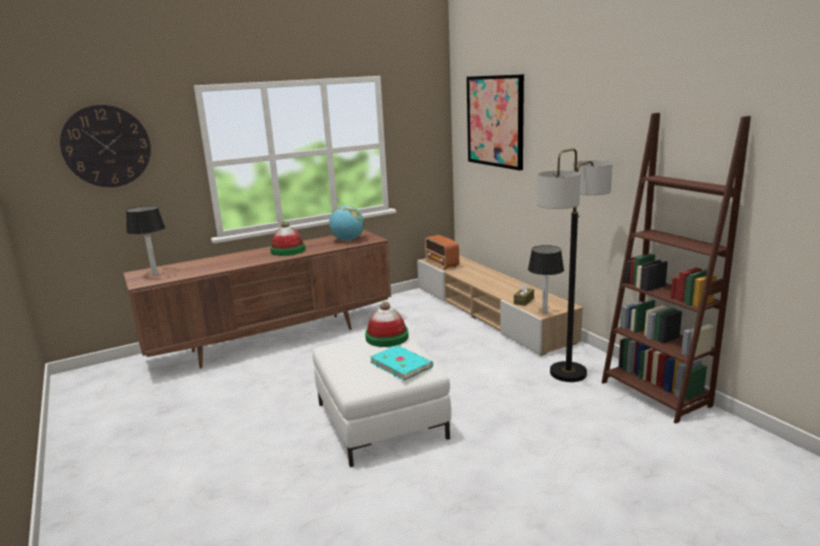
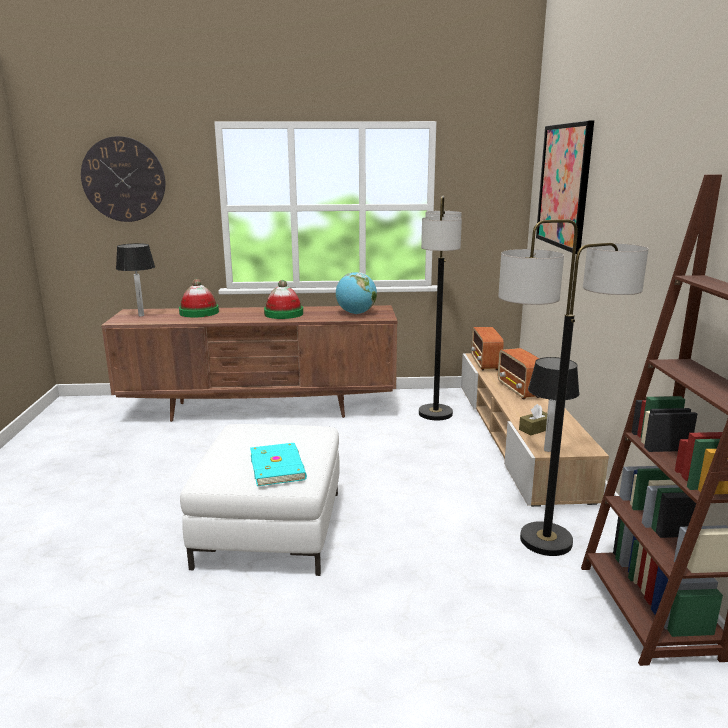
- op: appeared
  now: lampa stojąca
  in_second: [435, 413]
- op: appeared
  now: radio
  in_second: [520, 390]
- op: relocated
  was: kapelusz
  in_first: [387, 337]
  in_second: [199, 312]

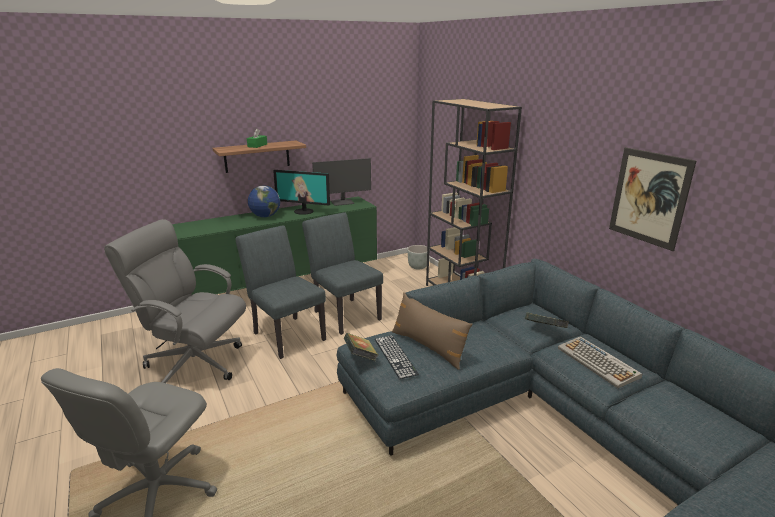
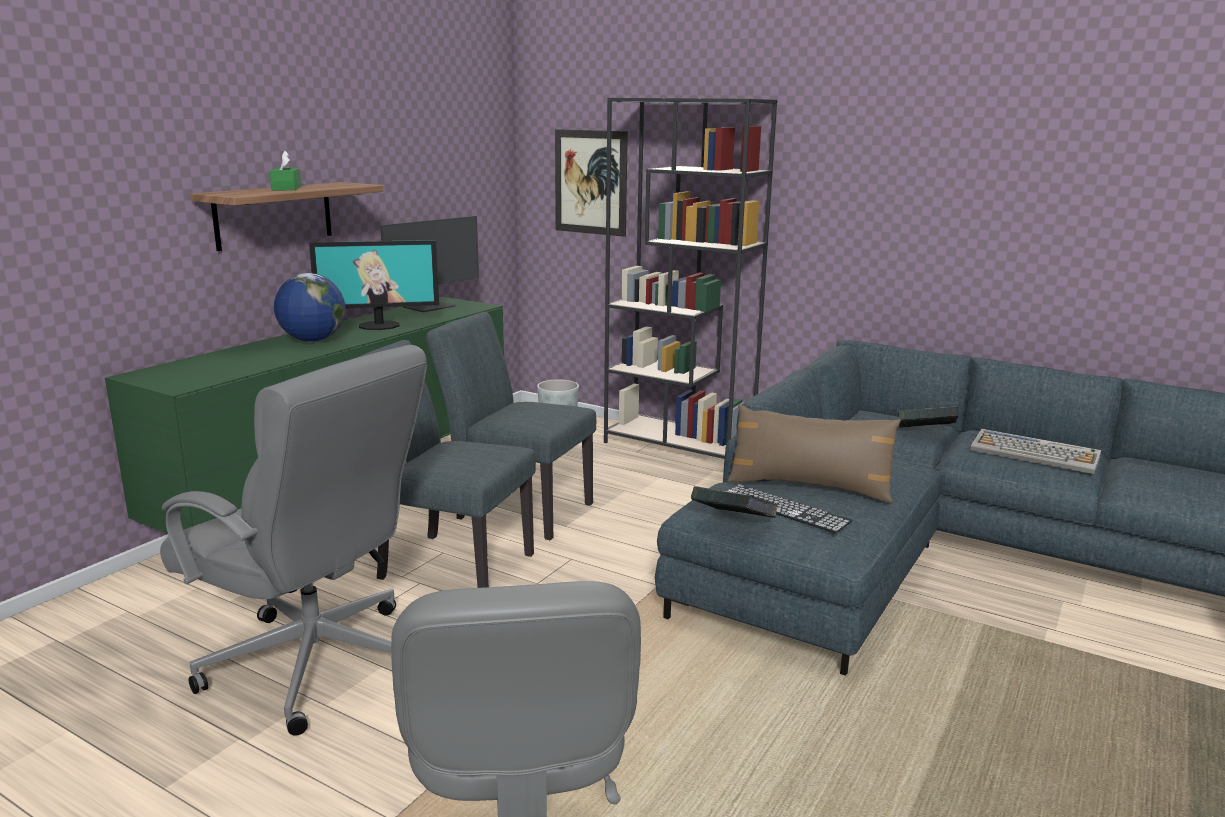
- op: relocated
  was: obraz
  in_first: [649, 197]
  in_second: [590, 182]
- op: spun
  was: krzesło biurowe [szary]
  in_first: [195, 365]
  in_second: [315, 661]
  clockwise: -135

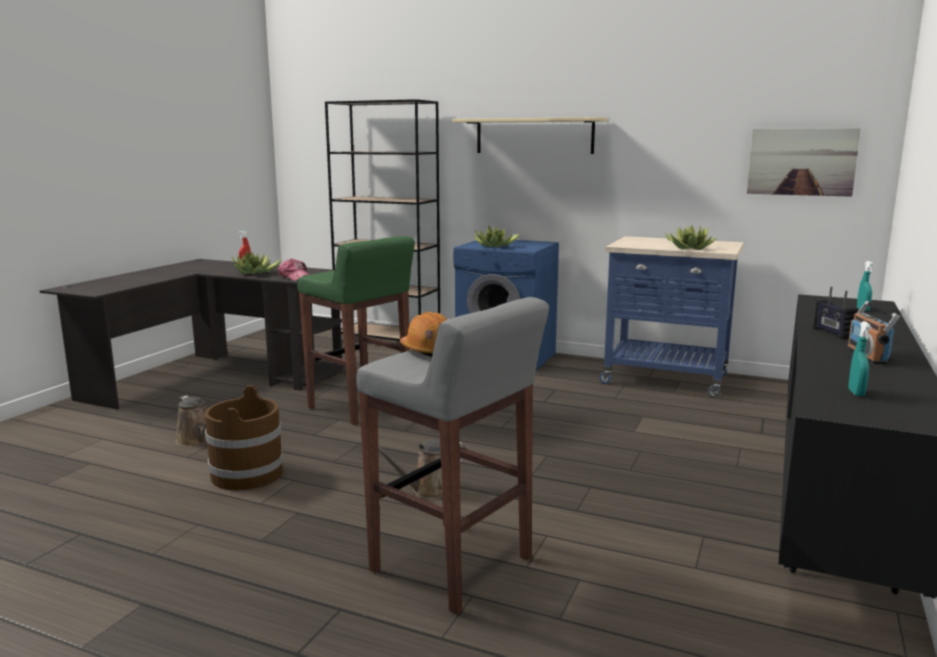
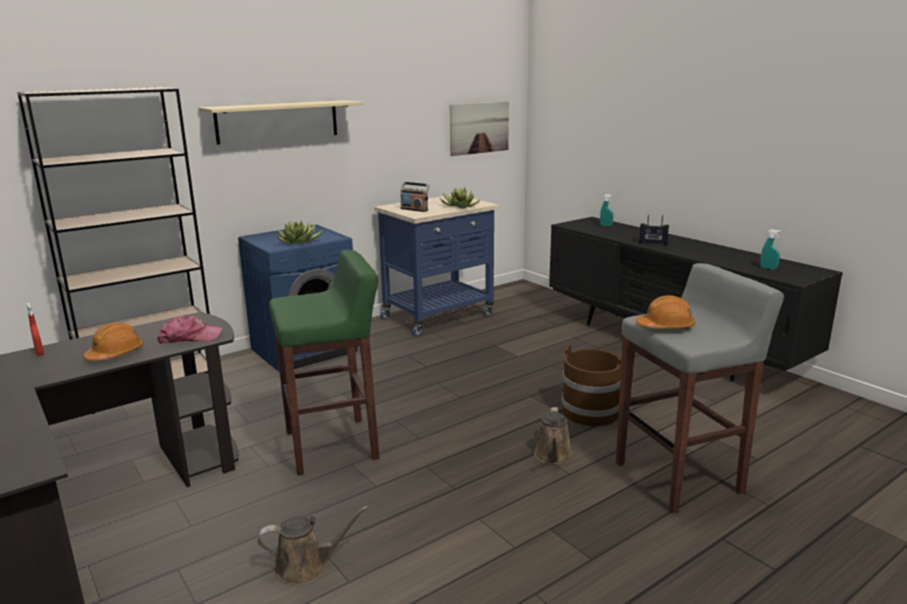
- op: relocated
  was: wiadro [brązowy]
  in_first: [247, 474]
  in_second: [591, 411]
- op: relocated
  was: radio
  in_first: [867, 356]
  in_second: [414, 209]
- op: exchanged
  was: roślina doniczkowa
  now: kask [pomarańczowy]
  in_first: [255, 273]
  in_second: [115, 354]

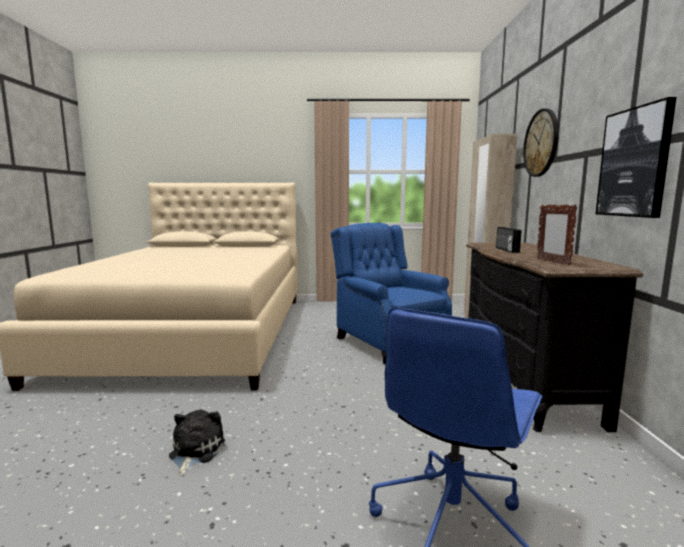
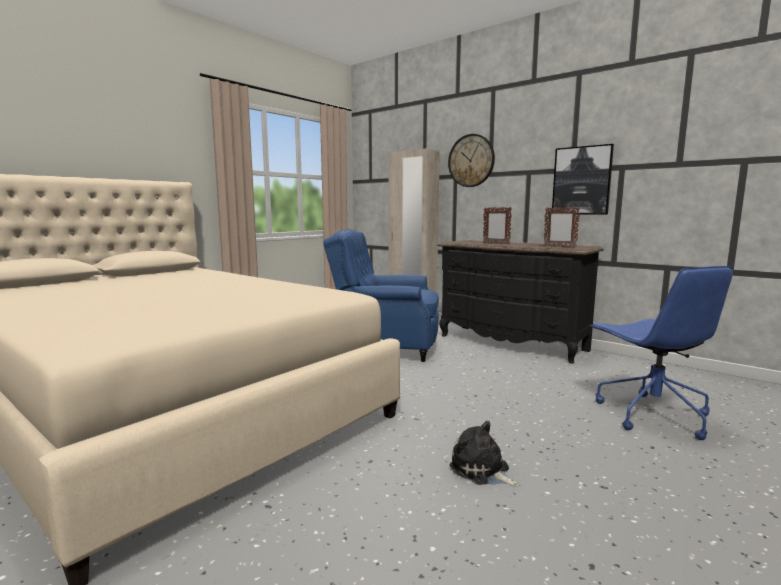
- op: exchanged
  was: radio
  now: ramka na zdjęcie
  in_first: [506, 250]
  in_second: [496, 244]

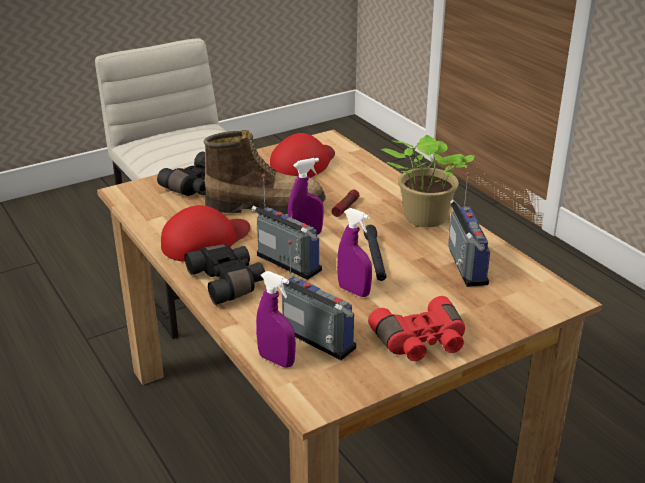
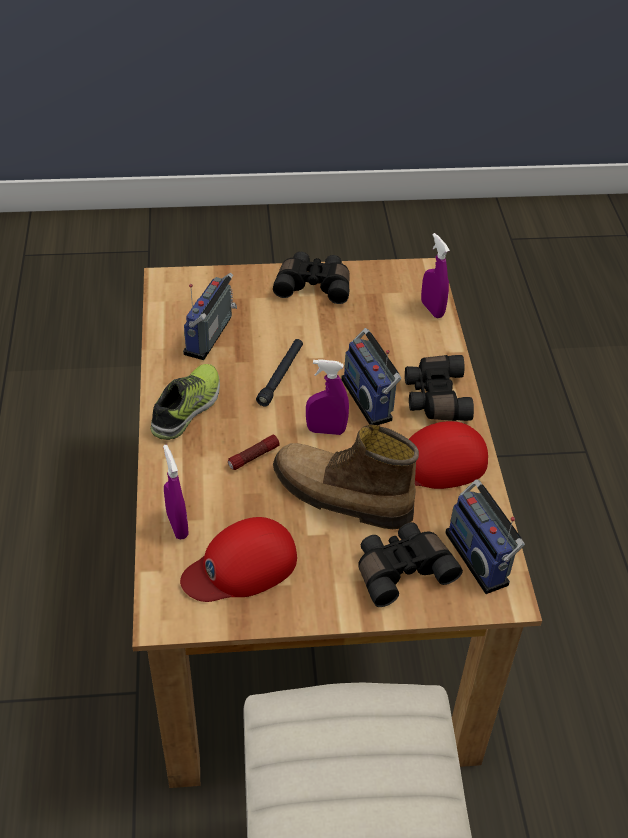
- op: relocated
  was: radio
  in_first: [315, 341]
  in_second: [480, 557]
- op: relocated
  was: spryskiwacz [fioletowy]
  in_first: [354, 291]
  in_second: [177, 525]
- op: exchanged
  was: roślina doniczkowa
  now: but
  in_first: [423, 219]
  in_second: [188, 408]
- op: colour
  was: lornetka [czerwony]
  now: lornetka [czarny]
  in_first: [421, 343]
  in_second: [314, 285]

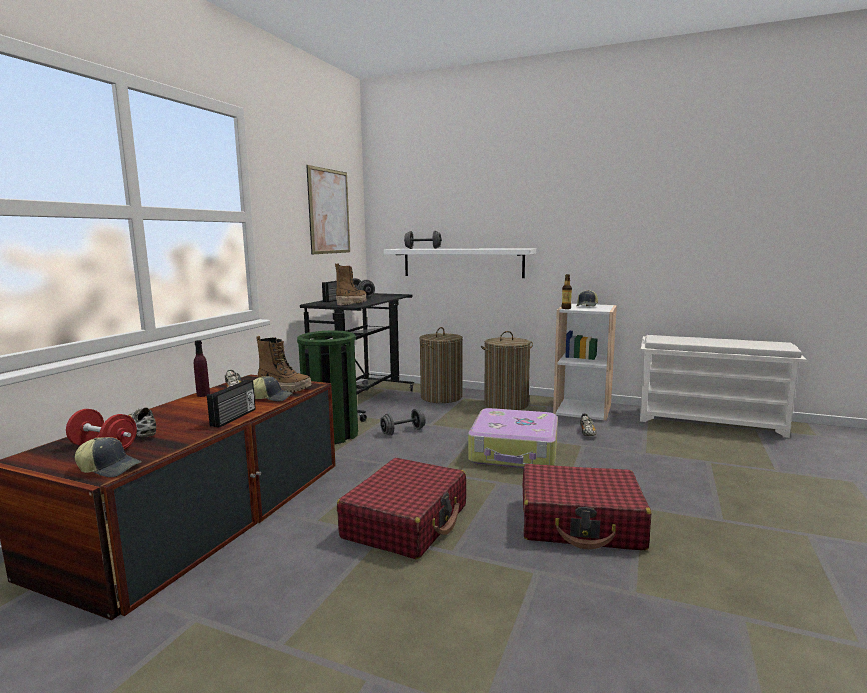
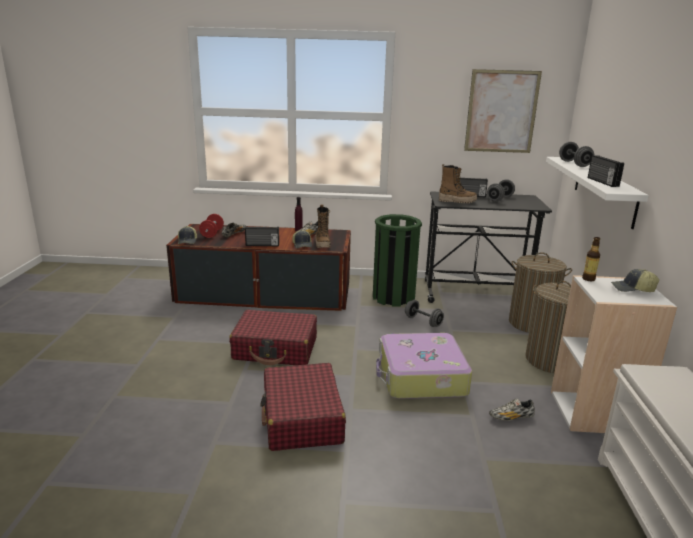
- op: appeared
  now: radio
  in_second: [602, 182]

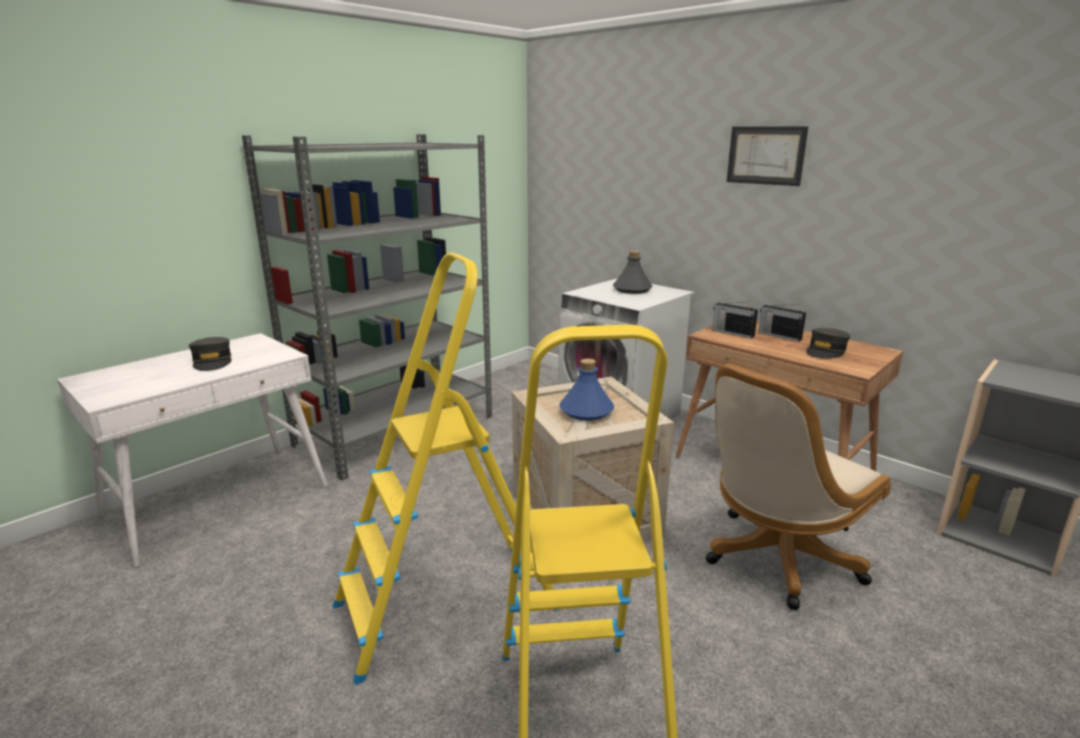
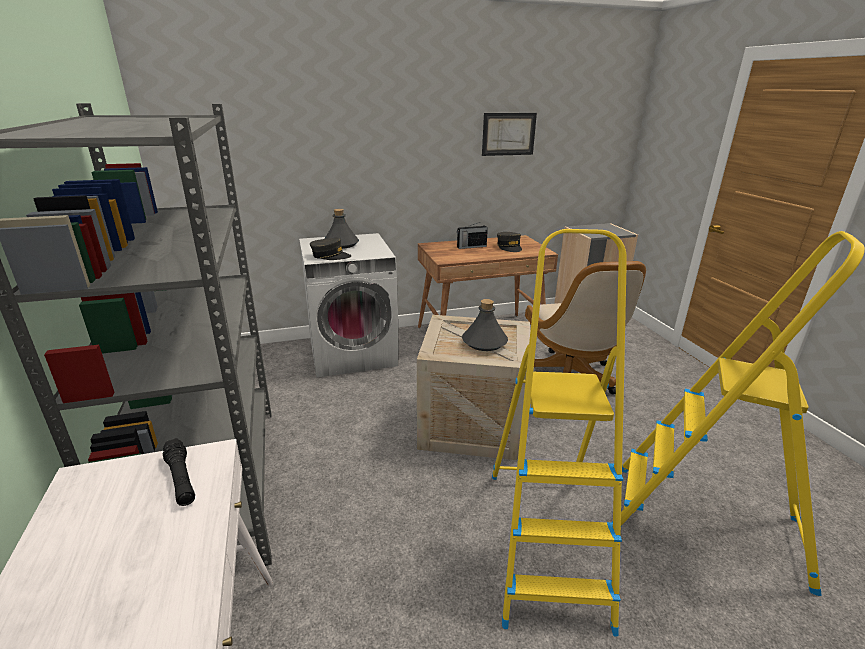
- op: missing
  was: radio
  in_first: [732, 333]
- op: appeared
  now: latarka [czarny]
  in_second: [181, 478]
- op: relocated
  was: czapka z daszkiem [szary]
  in_first: [212, 362]
  in_second: [330, 256]
- op: relocated
  was: obraz
  in_first: [765, 155]
  in_second: [508, 134]
- op: colour
  was: butelka [niebieski]
  now: butelka [szary]
  in_first: [586, 411]
  in_second: [484, 342]

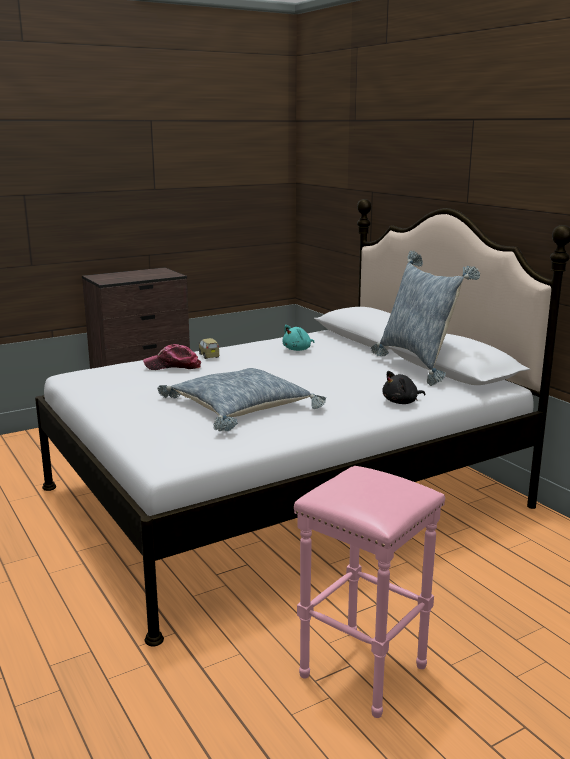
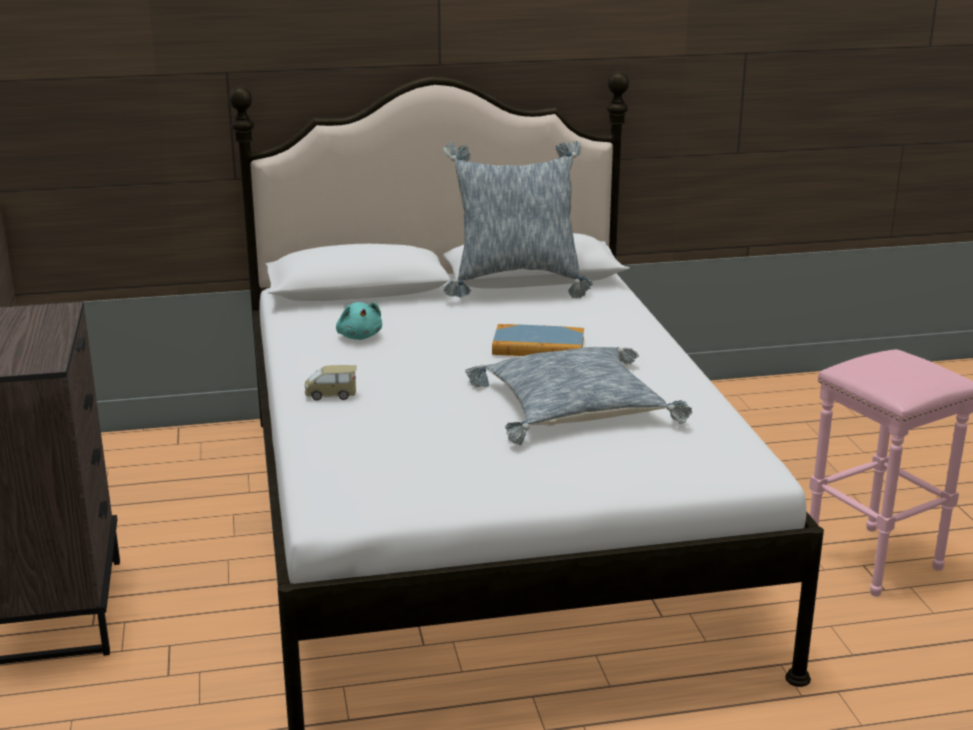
- op: missing
  was: czapka z daszkiem
  in_first: [173, 366]
- op: missing
  was: pluszak [czarny]
  in_first: [402, 402]
- op: appeared
  now: książka
  in_second: [538, 346]

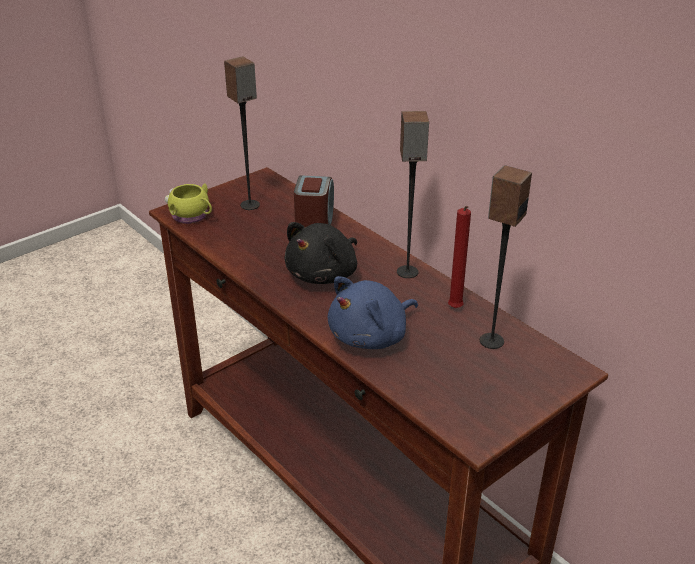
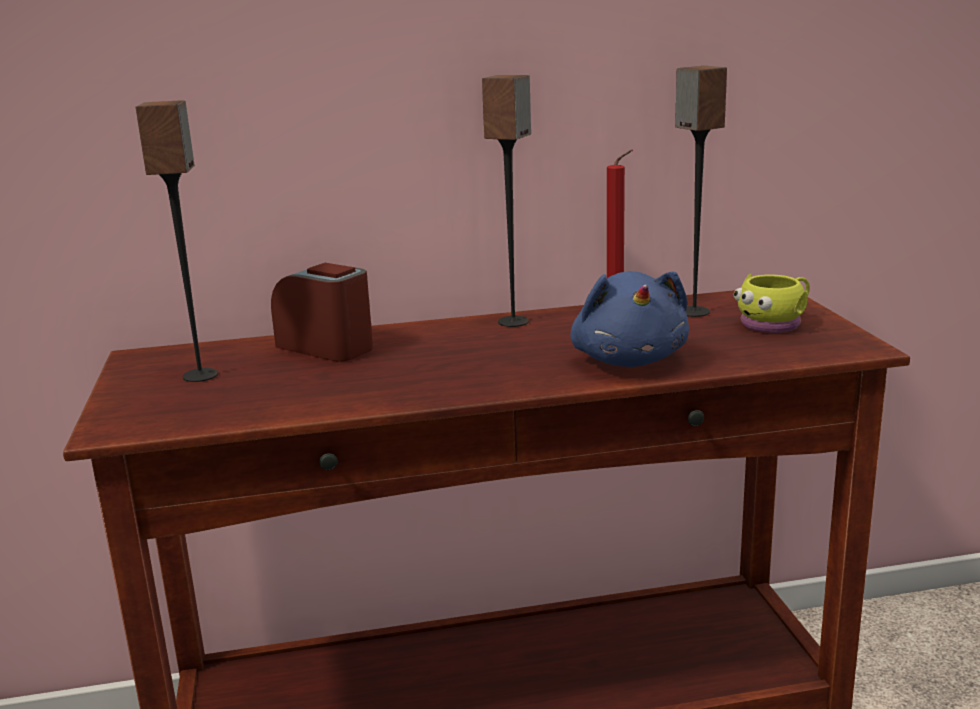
- op: missing
  was: pluszak [czarny]
  in_first: [324, 274]
- op: relocated
  was: kubek [żółty]
  in_first: [192, 216]
  in_second: [774, 323]

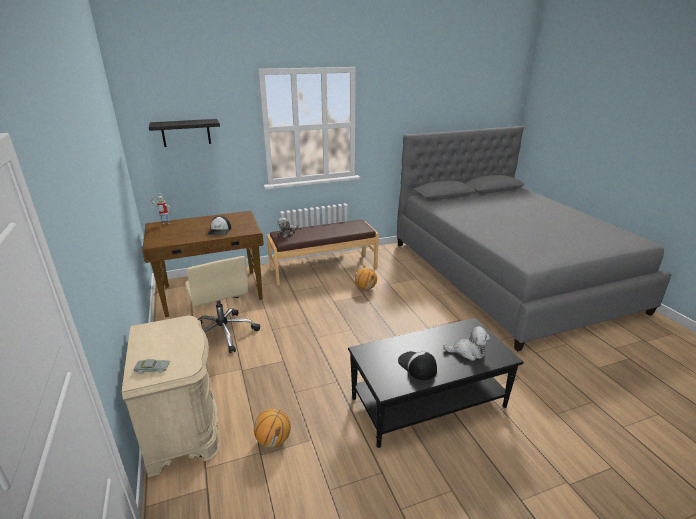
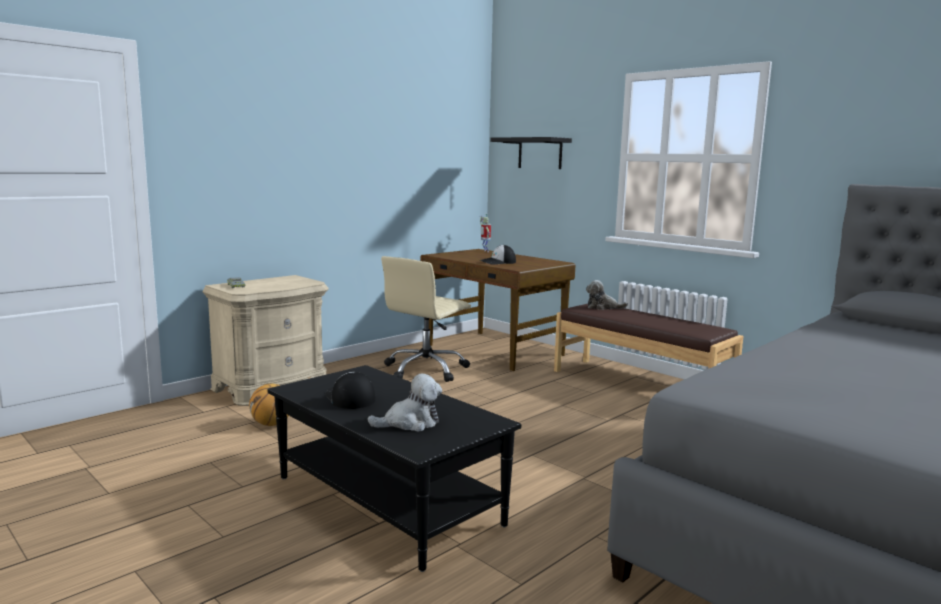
- op: missing
  was: piłka do koszykówki
  in_first: [365, 288]
- op: spun
  was: czapka z daszkiem
  in_first: [417, 366]
  in_second: [349, 398]
  clockwise: -60
- op: spun
  was: pluszak
  in_first: [468, 352]
  in_second: [410, 423]
  clockwise: -90

